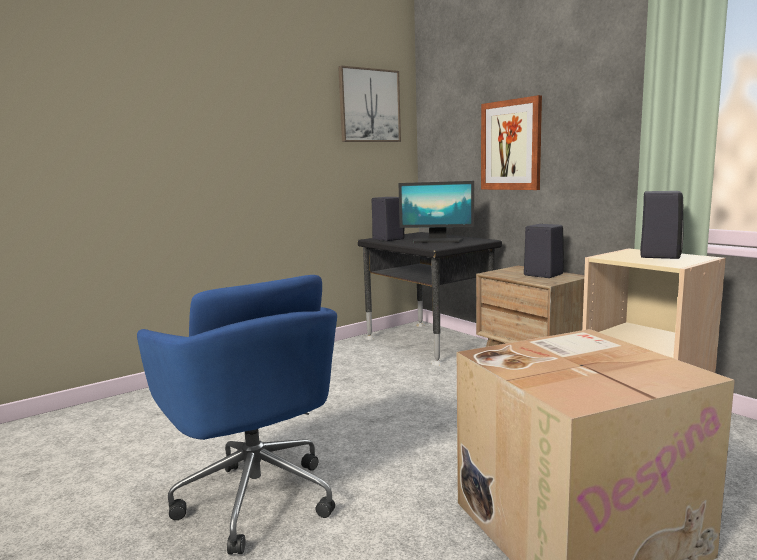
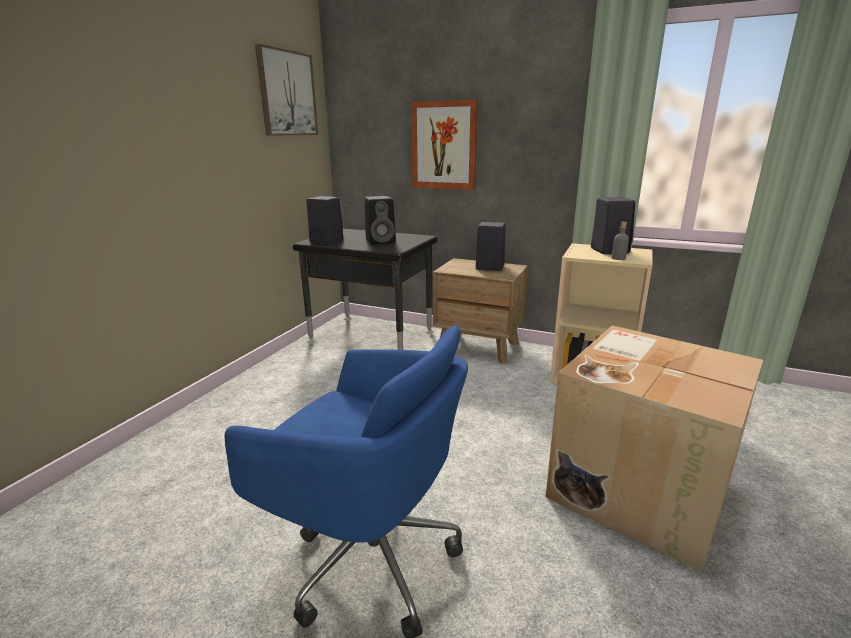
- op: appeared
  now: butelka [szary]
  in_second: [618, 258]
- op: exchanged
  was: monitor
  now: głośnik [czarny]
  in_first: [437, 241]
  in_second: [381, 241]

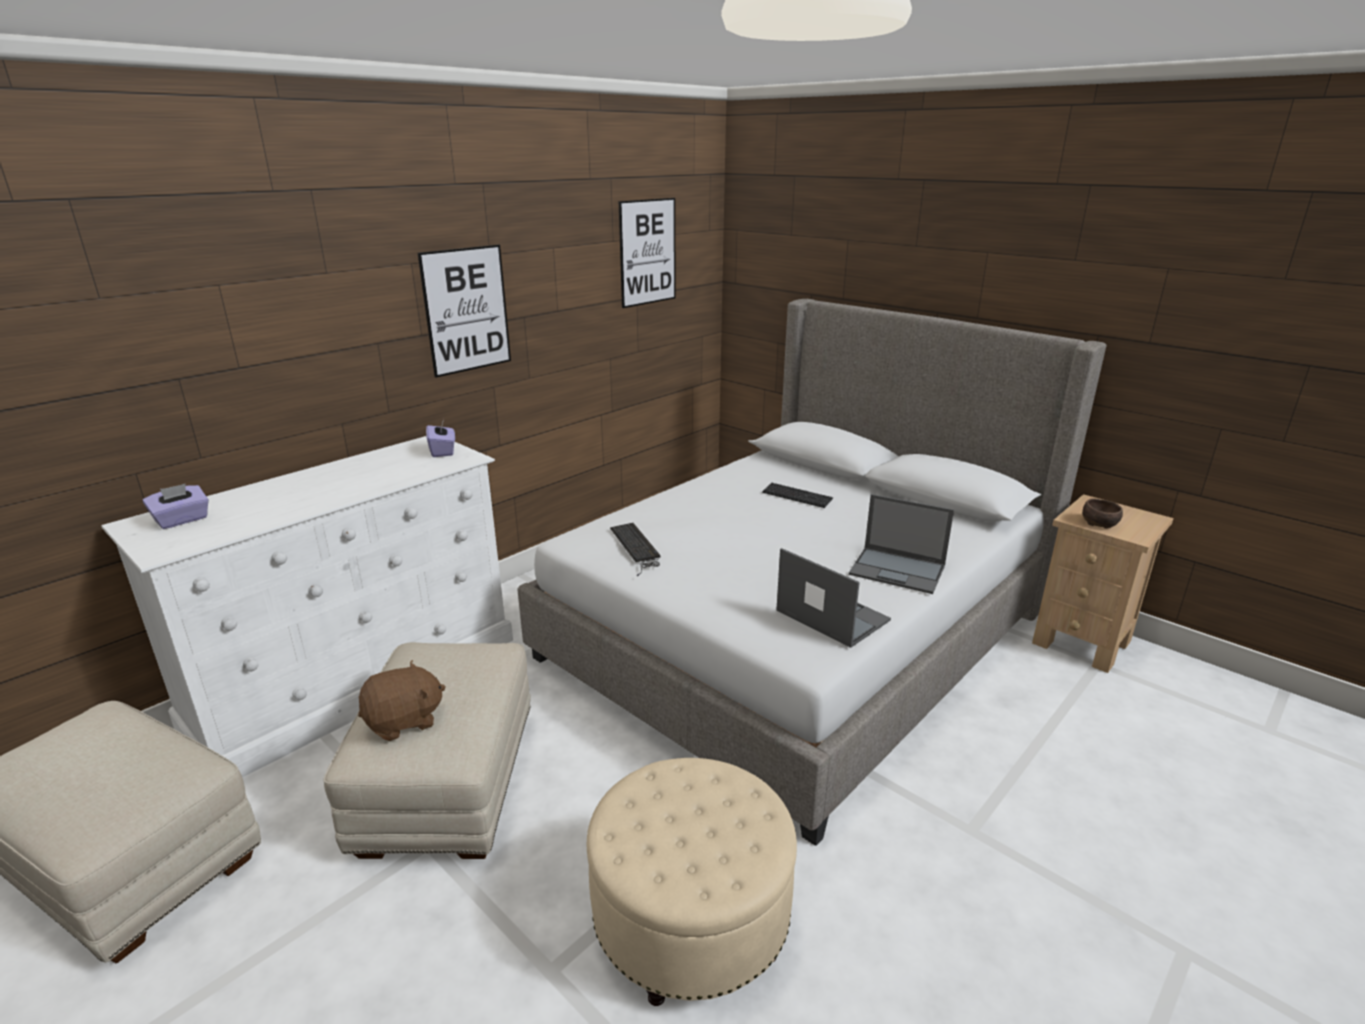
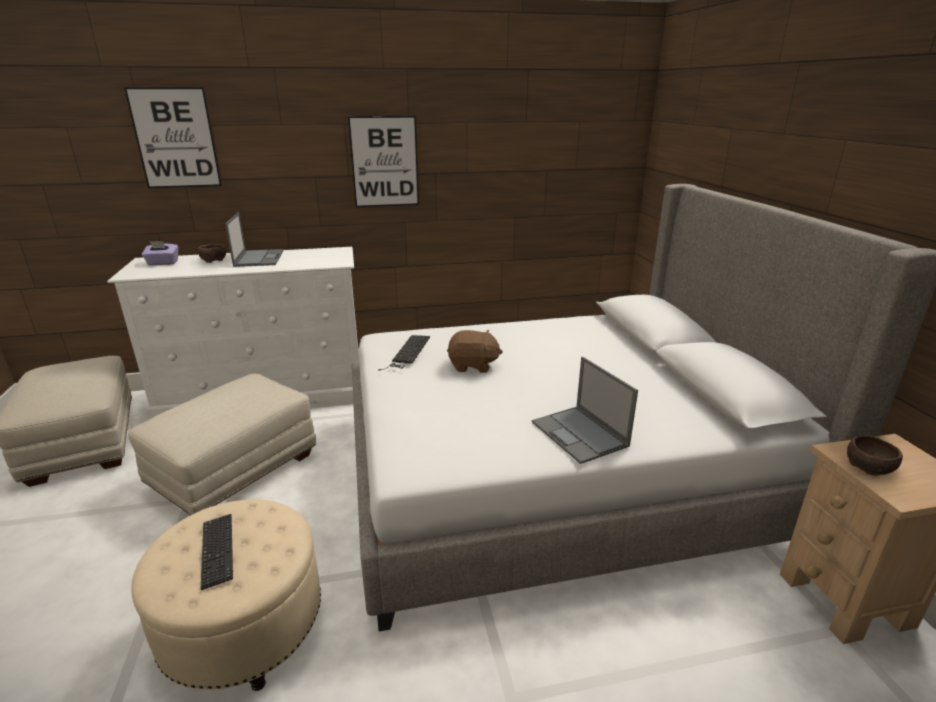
- op: missing
  was: pudełko chusteczek [fioletowy]
  in_first: [443, 451]
- op: appeared
  now: miska [brązowy]
  in_second: [213, 260]
- op: relocated
  was: pluszak [brązowy]
  in_first: [404, 721]
  in_second: [473, 366]
- op: relocated
  was: obraz
  in_first: [647, 252]
  in_second: [175, 138]
- op: relocated
  was: klawiatura
  in_first: [797, 496]
  in_second: [217, 551]
- op: relocated
  was: laptop
  in_first: [831, 615]
  in_second: [259, 258]

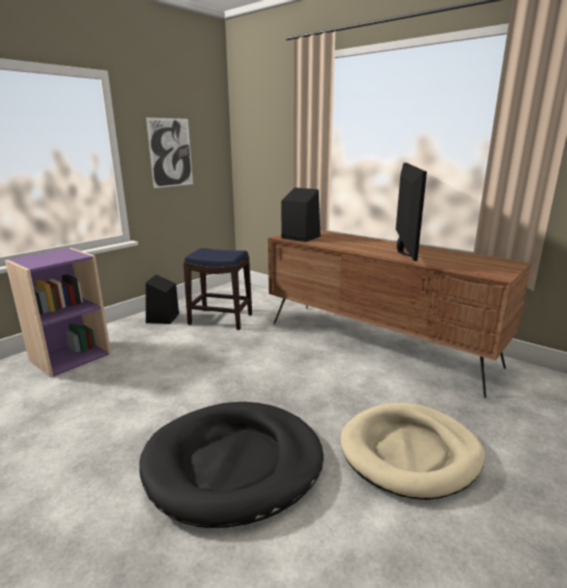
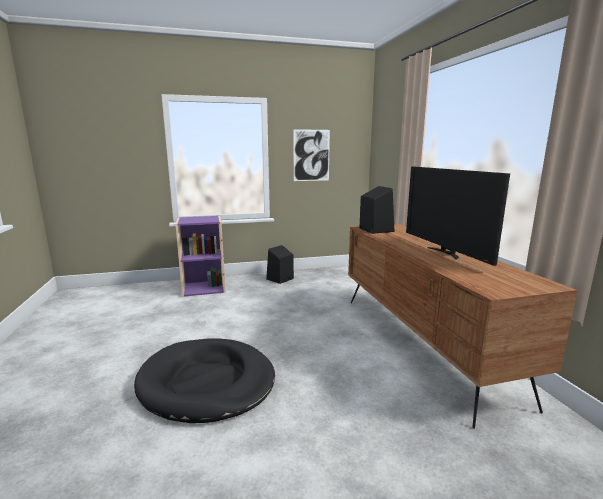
- op: missing
  was: stołek
  in_first: [221, 319]
- op: missing
  was: legowisko [beżowy]
  in_first: [410, 452]
- op: spun
  was: telewizor
  in_first: [402, 250]
  in_second: [445, 253]
  clockwise: 120

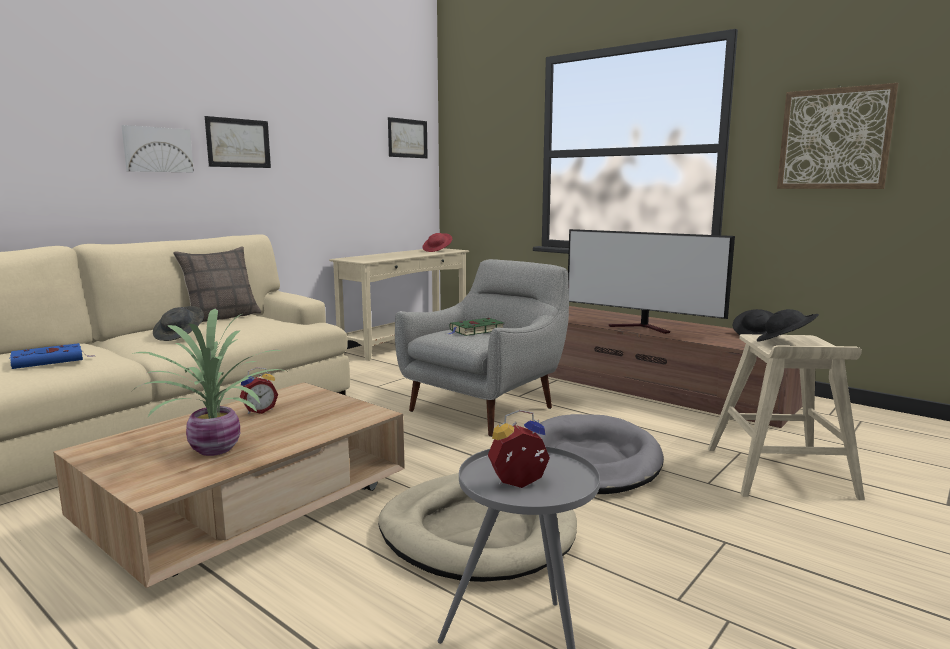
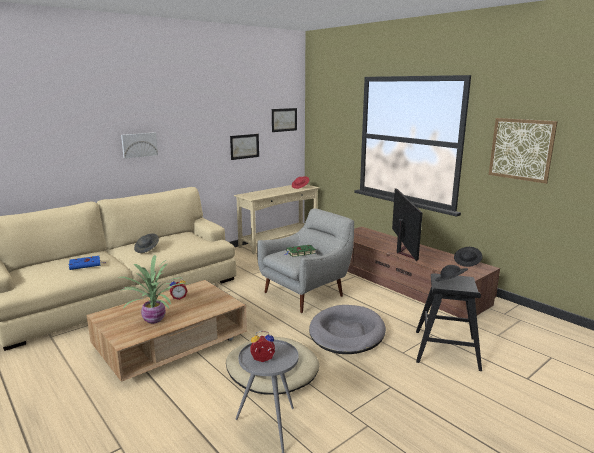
- op: missing
  was: poduszka
  in_first: [222, 317]
- op: relocated
  was: obraz
  in_first: [238, 143]
  in_second: [244, 146]
- op: colour
  was: stołek [beżowy]
  now: stołek [czarny]
  in_first: [779, 473]
  in_second: [446, 350]
- op: spun
  was: telewizor
  in_first: [643, 328]
  in_second: [403, 252]
  clockwise: -135

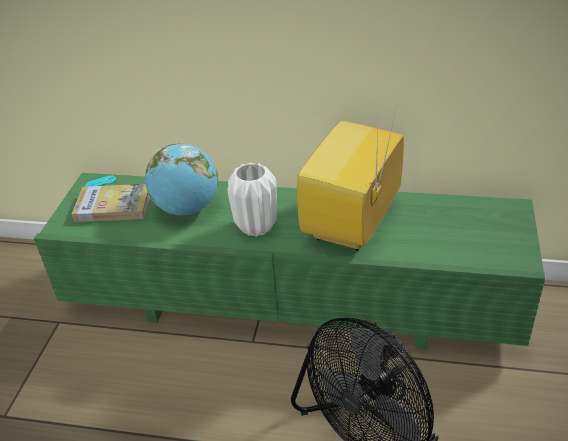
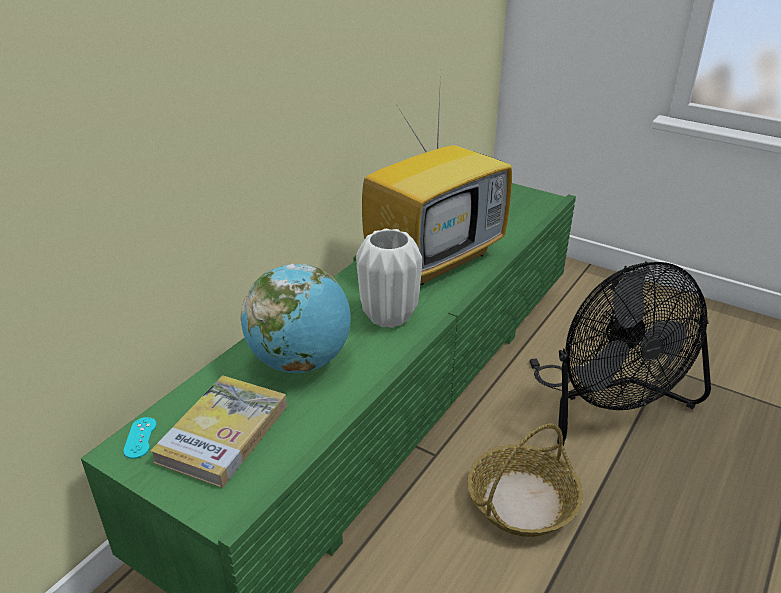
- op: appeared
  now: koszyk
  in_second: [522, 502]
- op: spun
  was: telewizor
  in_first: [352, 225]
  in_second: [435, 257]
  clockwise: -90

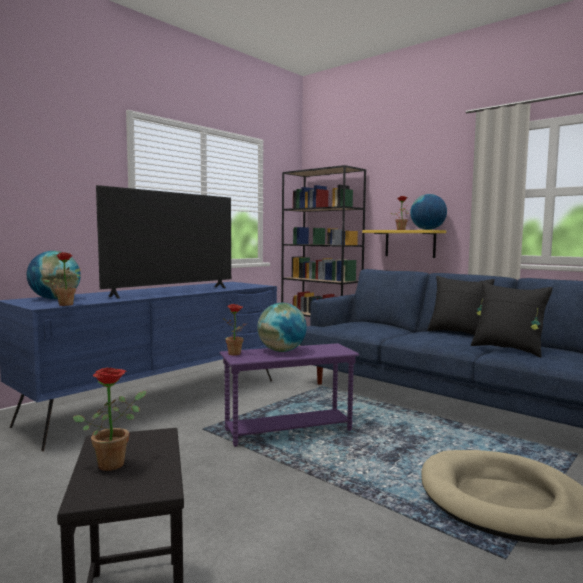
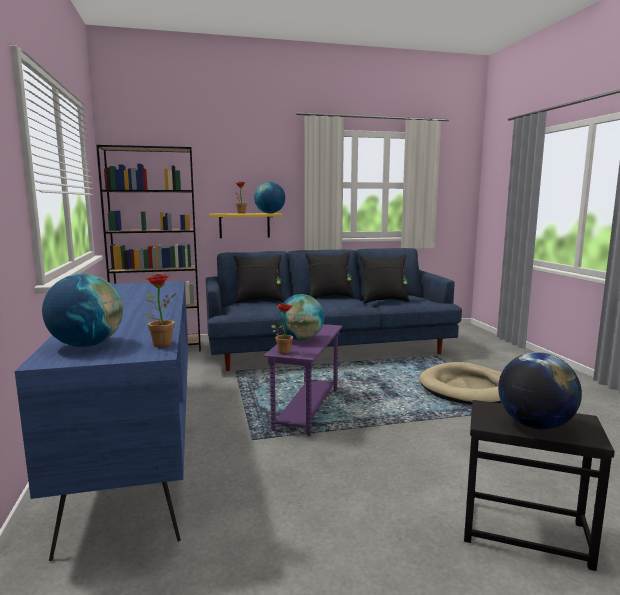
- op: missing
  was: telewizor
  in_first: [172, 292]
- op: appeared
  now: poduszka [czarny]
  in_second: [259, 301]
- op: exchanged
  was: roślina doniczkowa
  now: globus
  in_first: [115, 462]
  in_second: [535, 425]

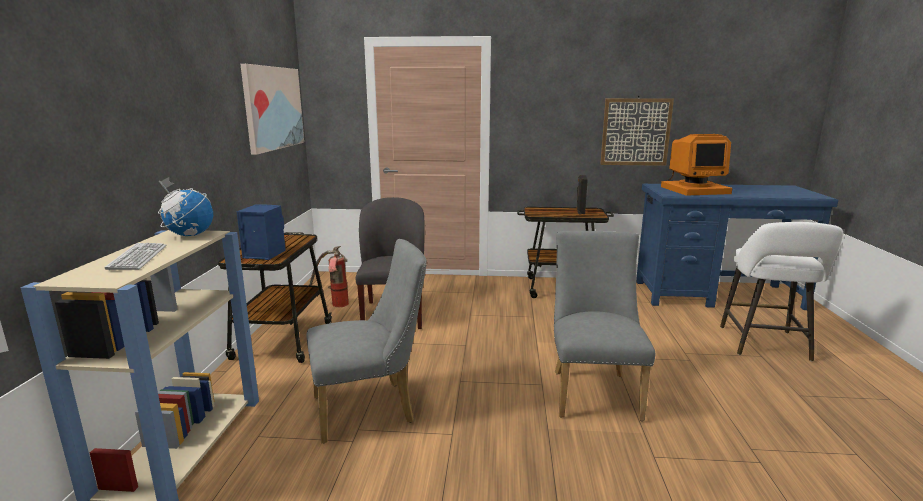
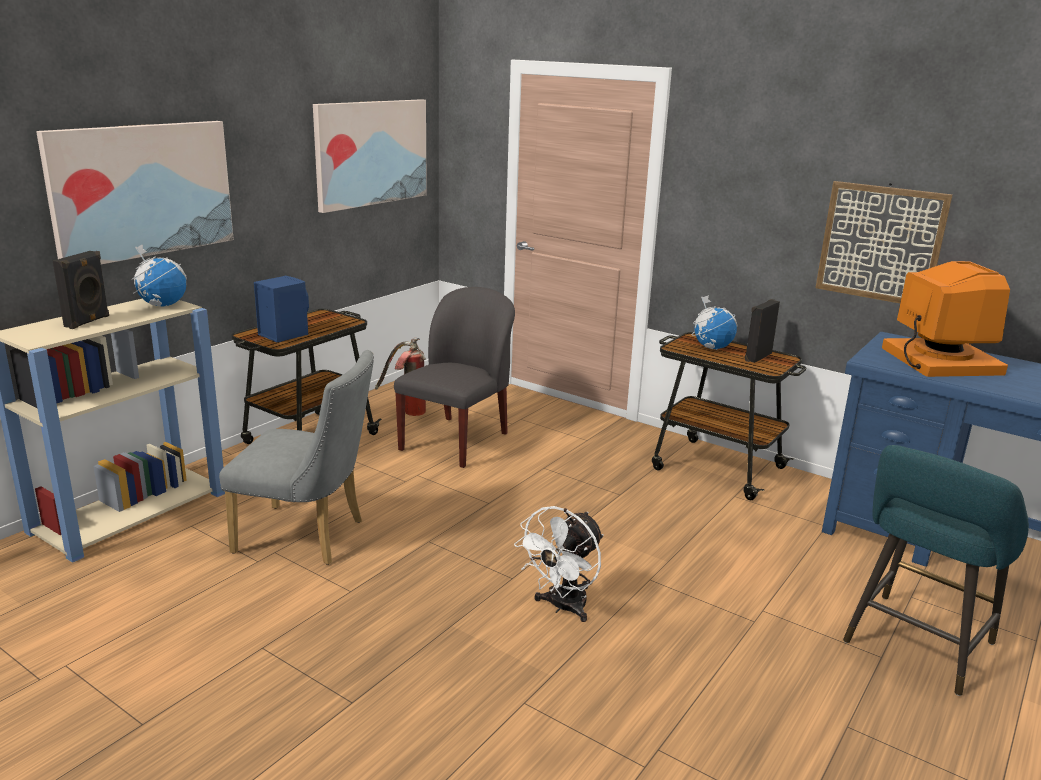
- op: appeared
  now: obraz
  in_second: [142, 190]
- op: appeared
  now: globus
  in_second: [712, 347]
- op: exchanged
  was: klawiatura
  now: głośnik [czarny]
  in_first: [138, 257]
  in_second: [88, 321]
- op: exchanged
  was: krzesło [szary]
  now: wentylator [biały]
  in_first: [593, 390]
  in_second: [562, 607]
- op: colour
  was: stołek [biały]
  now: stołek [turkusowy]
  in_first: [765, 345]
  in_second: [915, 647]
- op: spun
  was: monitor
  in_first: [694, 190]
  in_second: [938, 360]
  clockwise: -120

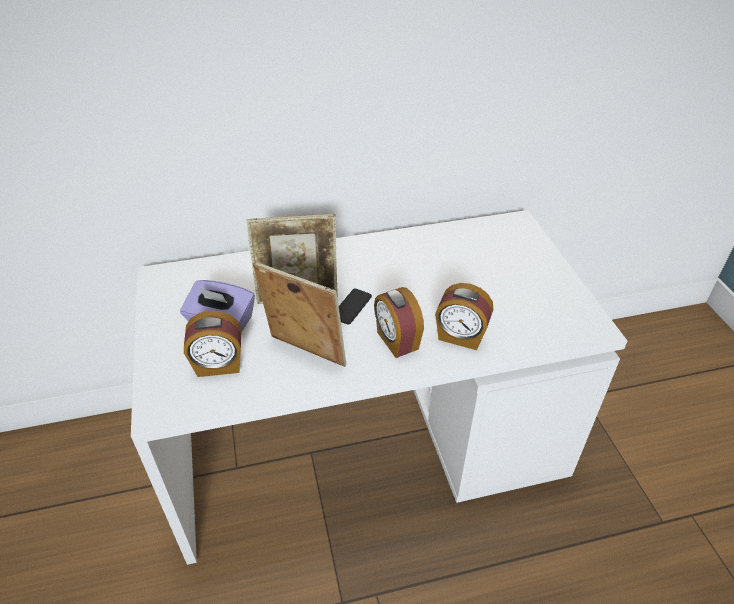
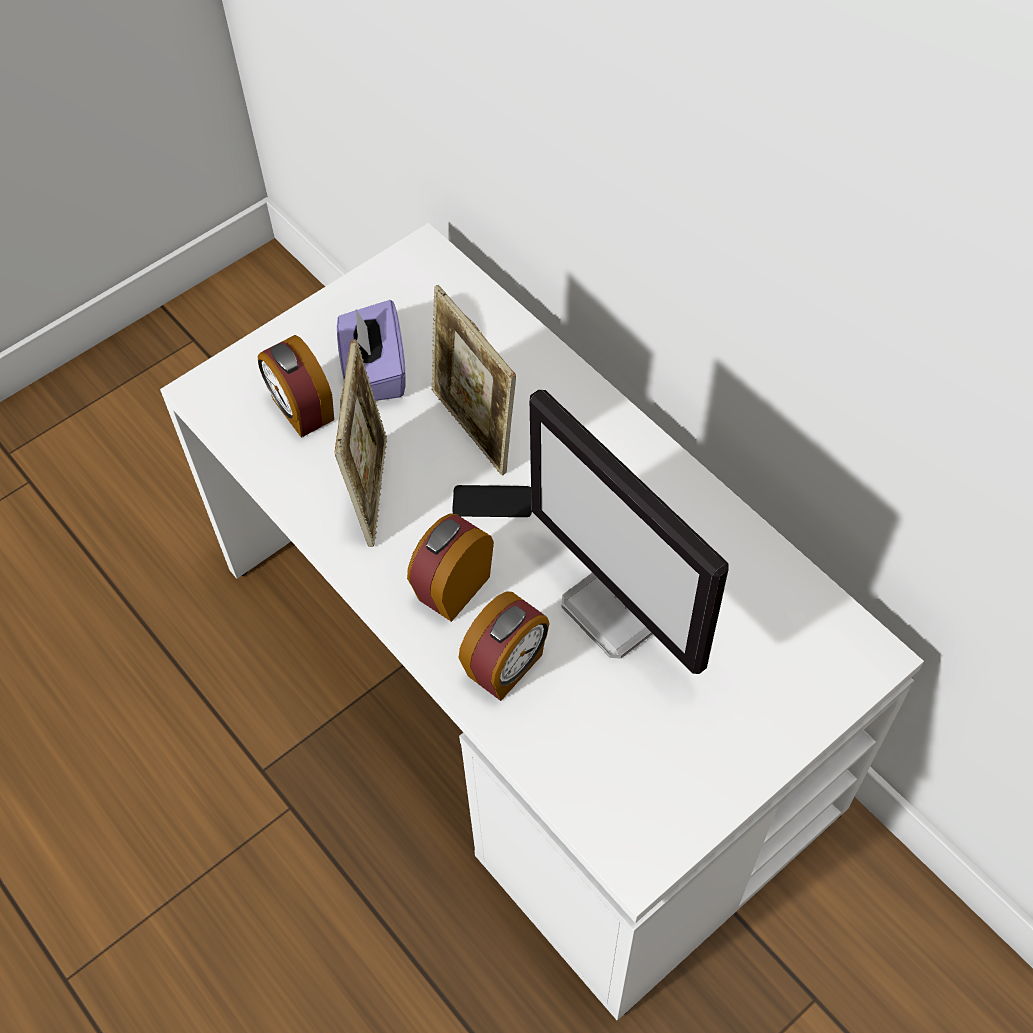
- op: appeared
  now: monitor
  in_second: [621, 608]
- op: spun
  was: budzik
  in_first: [460, 337]
  in_second: [506, 667]
  clockwise: -135

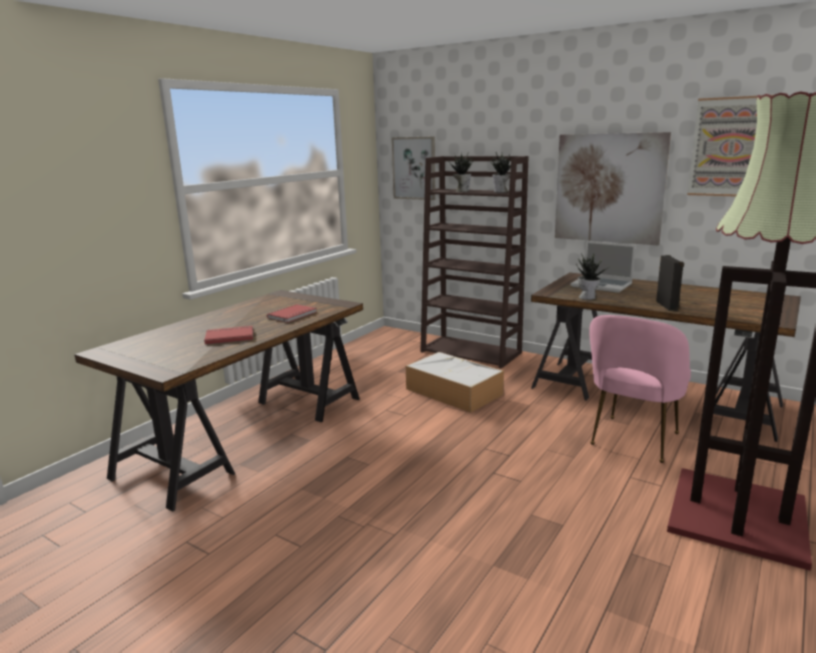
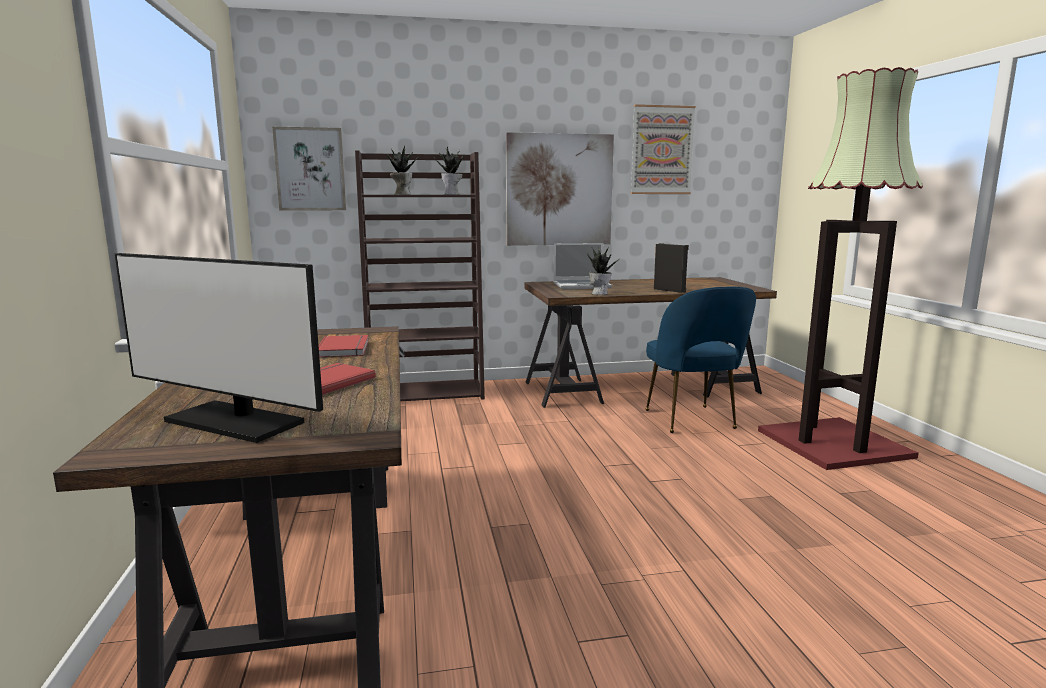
- op: missing
  was: pojemnik do przechowywania
  in_first: [452, 391]
- op: appeared
  now: monitor
  in_second: [234, 422]
- op: colour
  was: krzesło [różowy]
  now: krzesło [niebieski]
  in_first: [632, 442]
  in_second: [692, 422]

